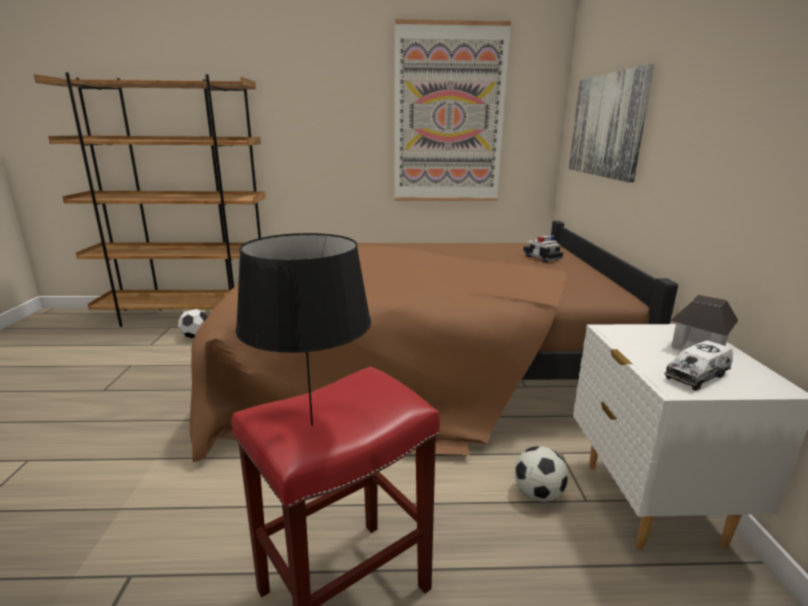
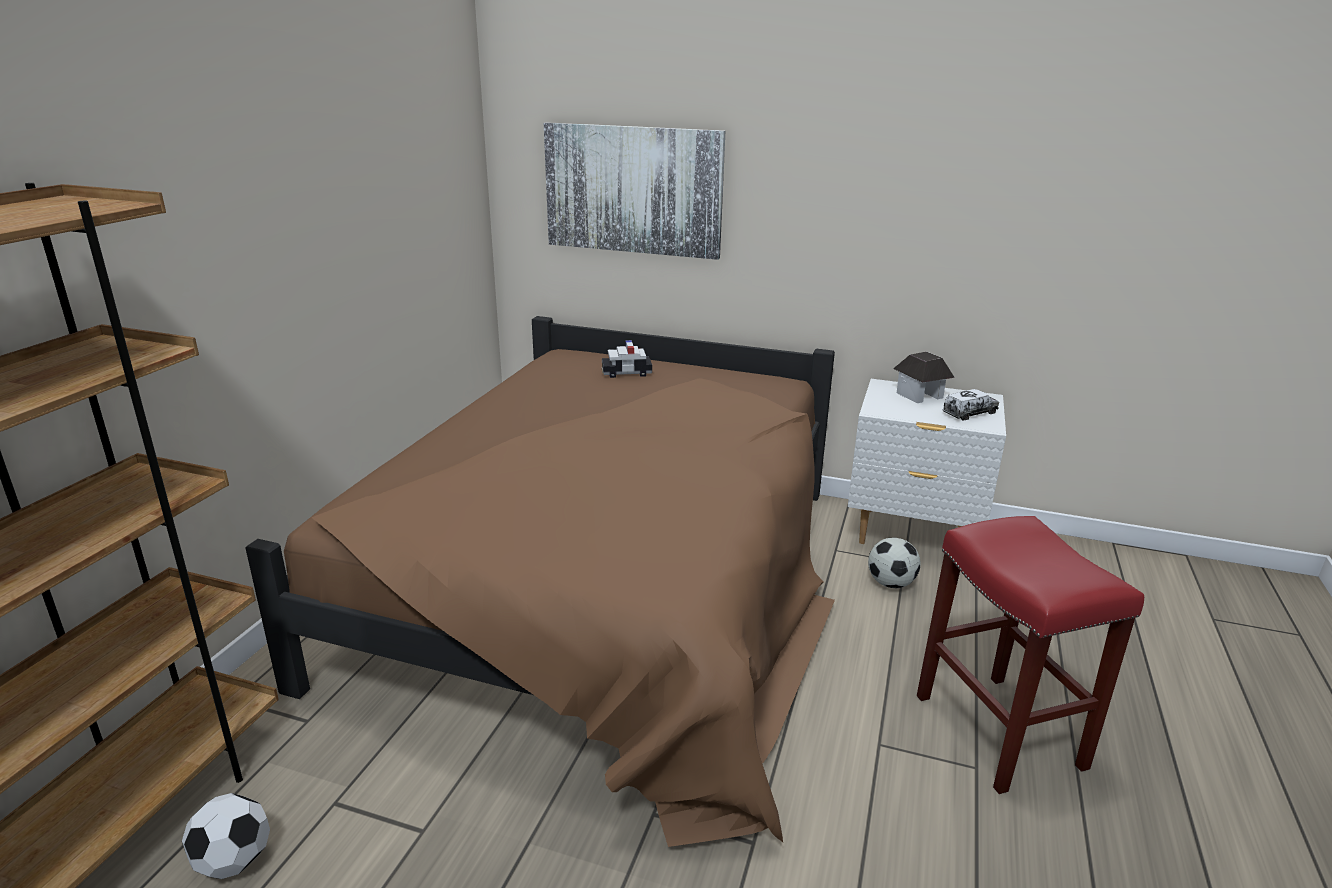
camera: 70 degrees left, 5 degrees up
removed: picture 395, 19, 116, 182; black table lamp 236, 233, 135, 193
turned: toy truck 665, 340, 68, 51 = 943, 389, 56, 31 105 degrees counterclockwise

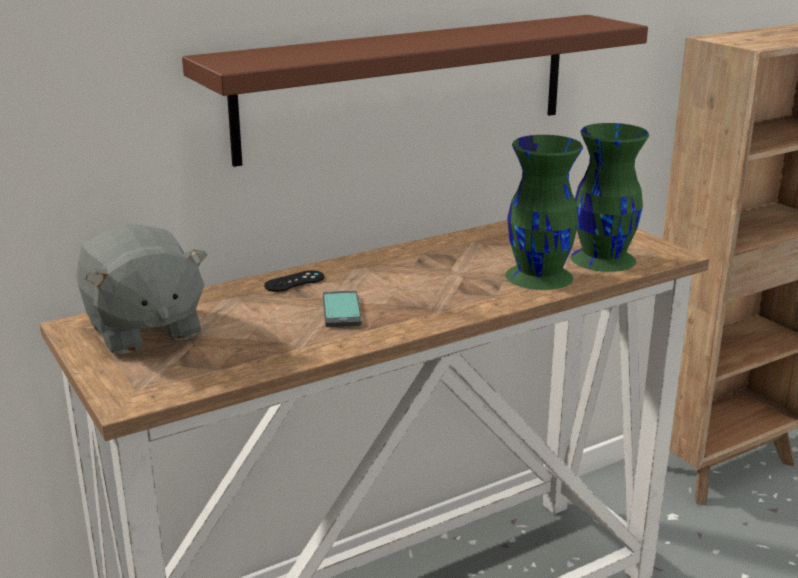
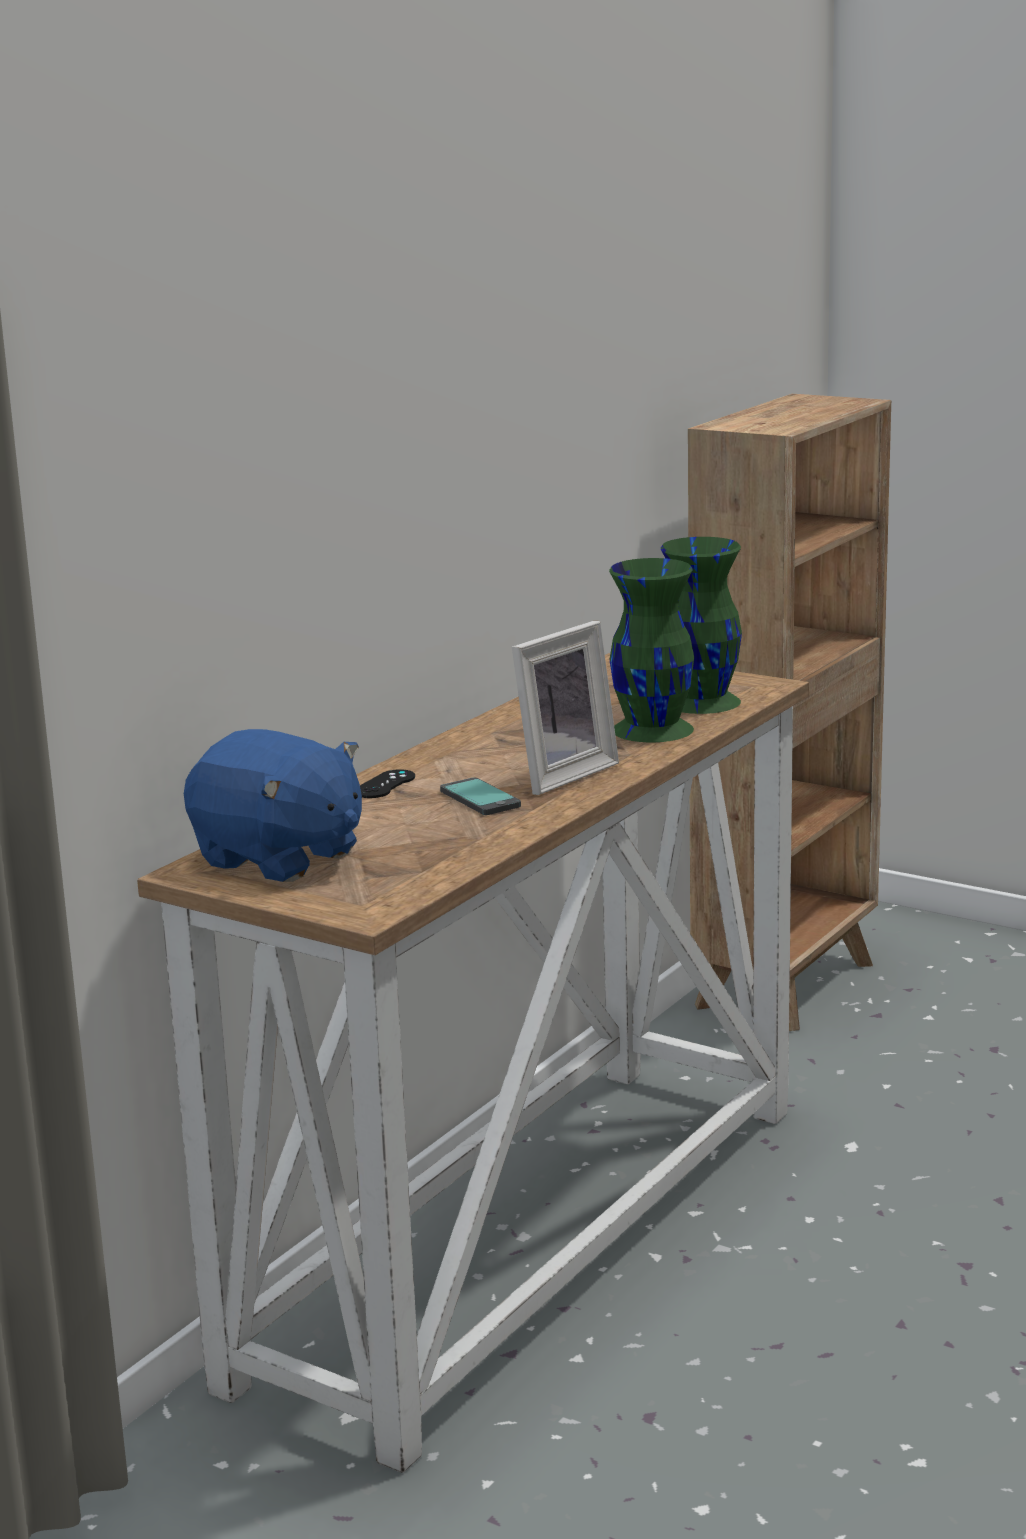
camera: 25 degrees left, 5 degrees down
removed: brown shelf 182, 15, 466, 152
added: picture frame 512, 621, 107, 174
recoloured: grey plush toy 76, 225, 131, 129 to blue plush toy 184, 729, 178, 153

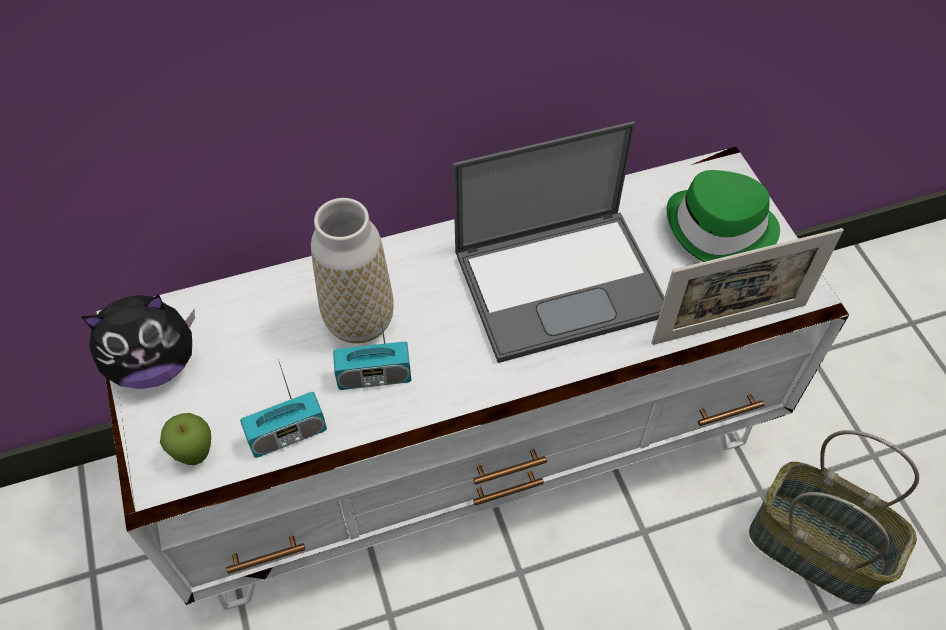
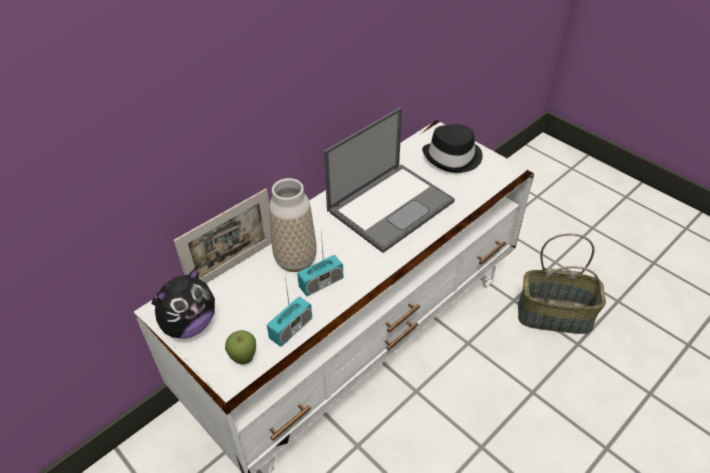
camera: 25 degrees left, 10 degrees down
moved: picture frame 651, 228, 193, 117 to 174, 189, 98, 94
recoloured: green hat 667, 170, 113, 92 to black hat 422, 124, 61, 49

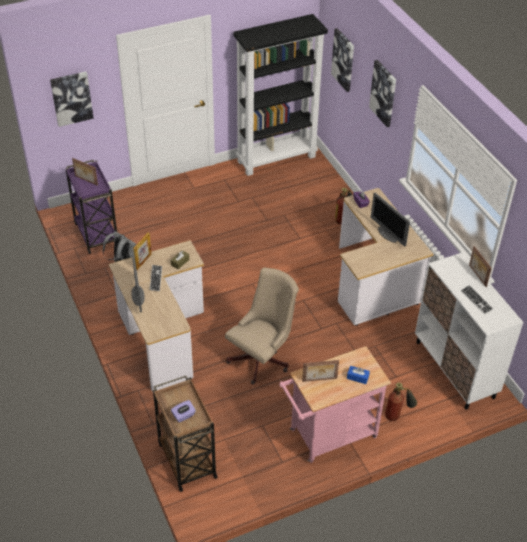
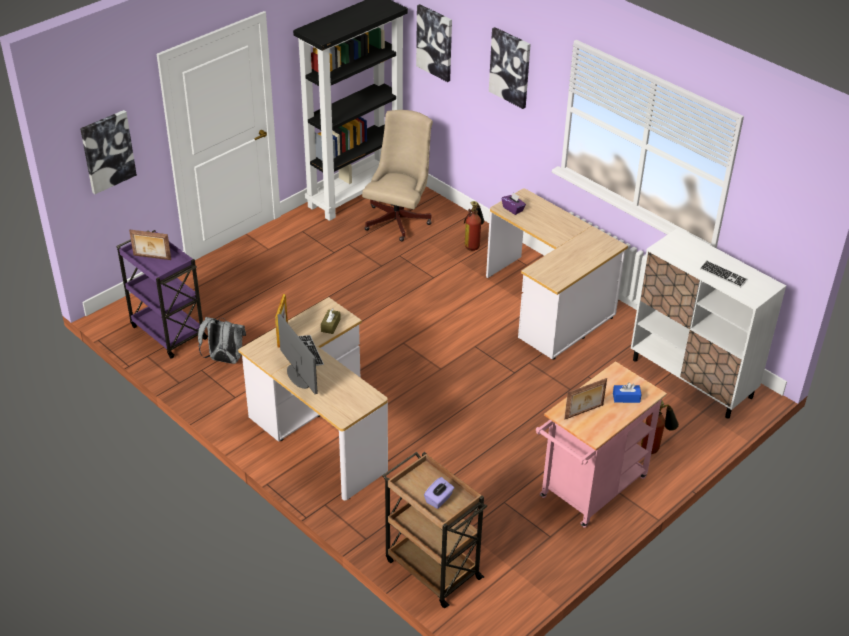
camera: 20 degrees left, 5 degrees down
removed: monitor 371, 192, 39, 55; picture frame 469, 246, 23, 41
moved: beige office chair 225, 267, 74, 118 to 362, 110, 71, 131

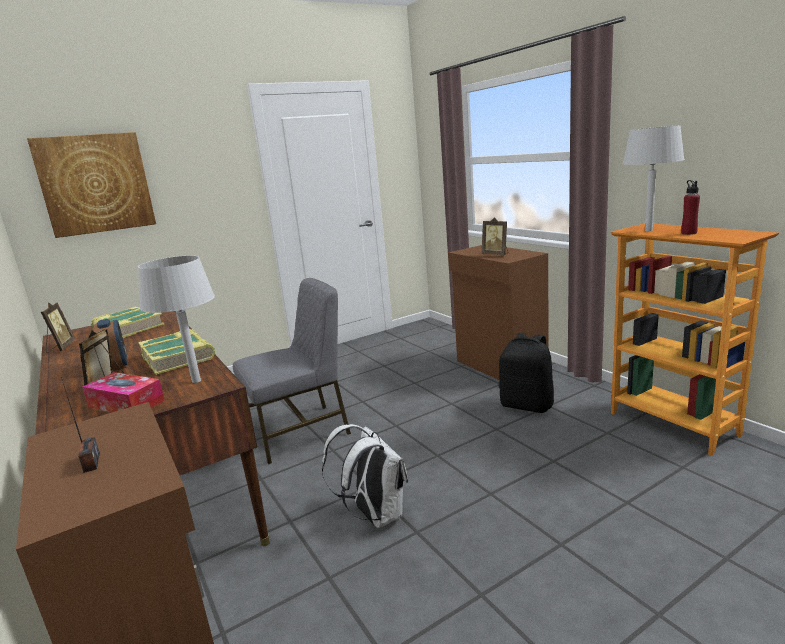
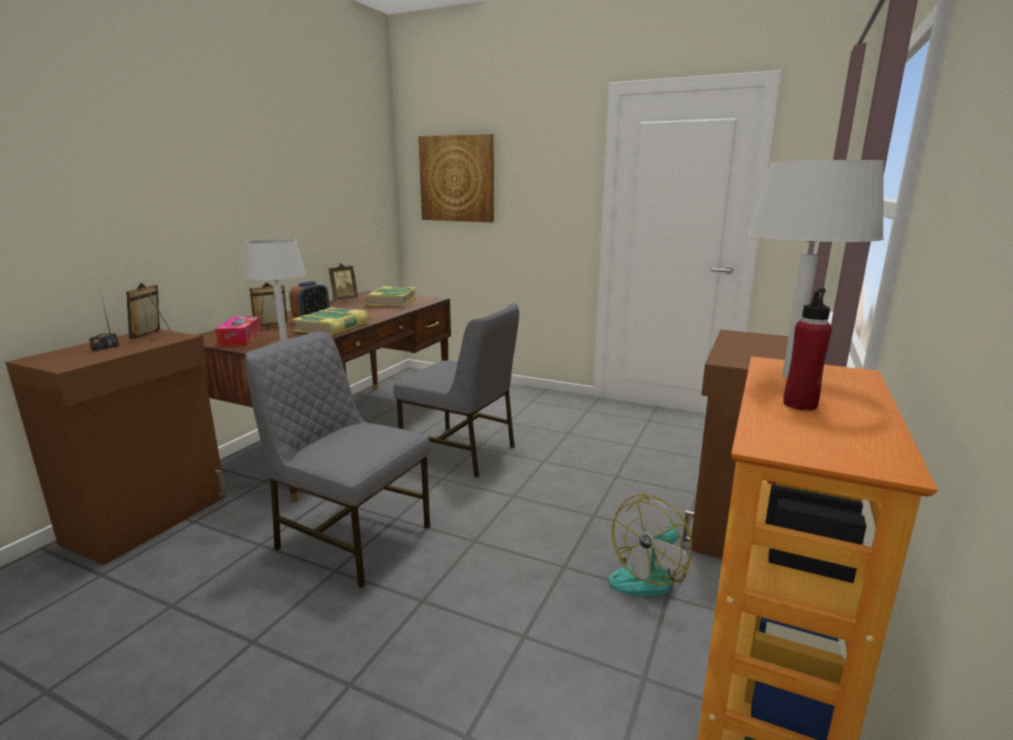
camera: 55 degrees right, 0 degrees up
moved: picture frame 482, 217, 26, 38 to 126, 283, 45, 58
replaced: black backpack 499, 333, 55, 80 to fan 608, 494, 84, 102; white backpack 322, 424, 86, 104 to grey chair 245, 332, 185, 256

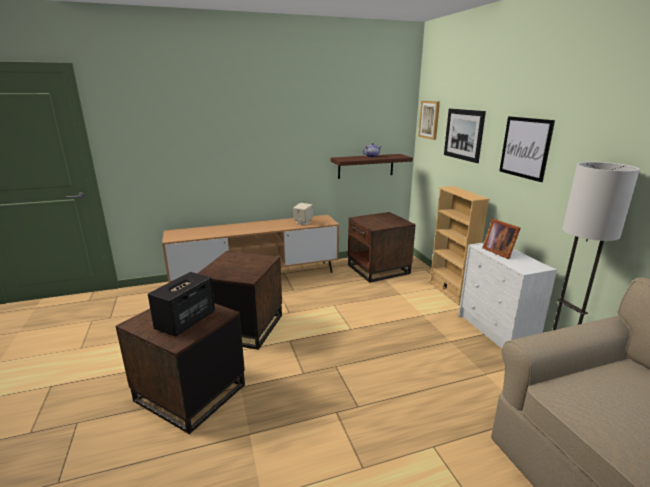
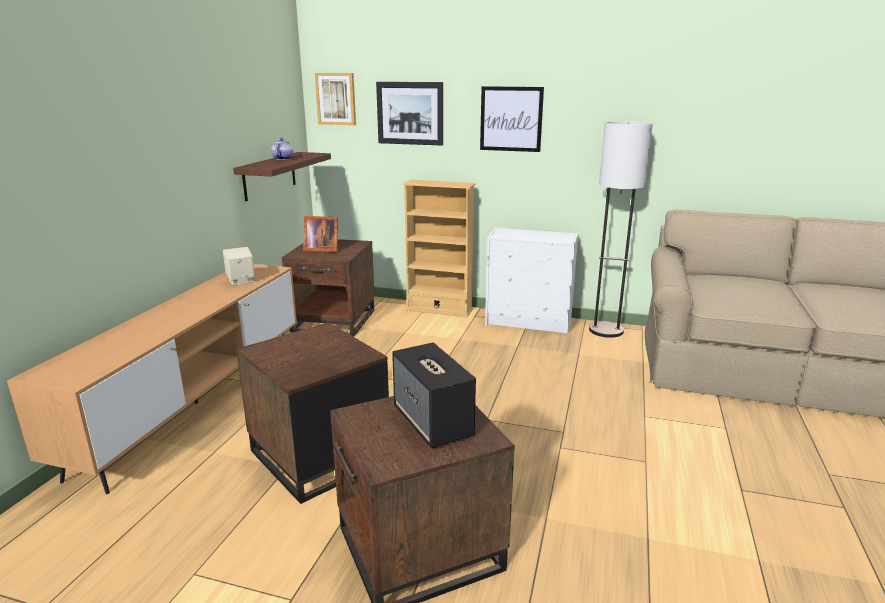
camera: 55 degrees left, 0 degrees up
moved: picture frame 482, 219, 39, 40 to 303, 216, 35, 36

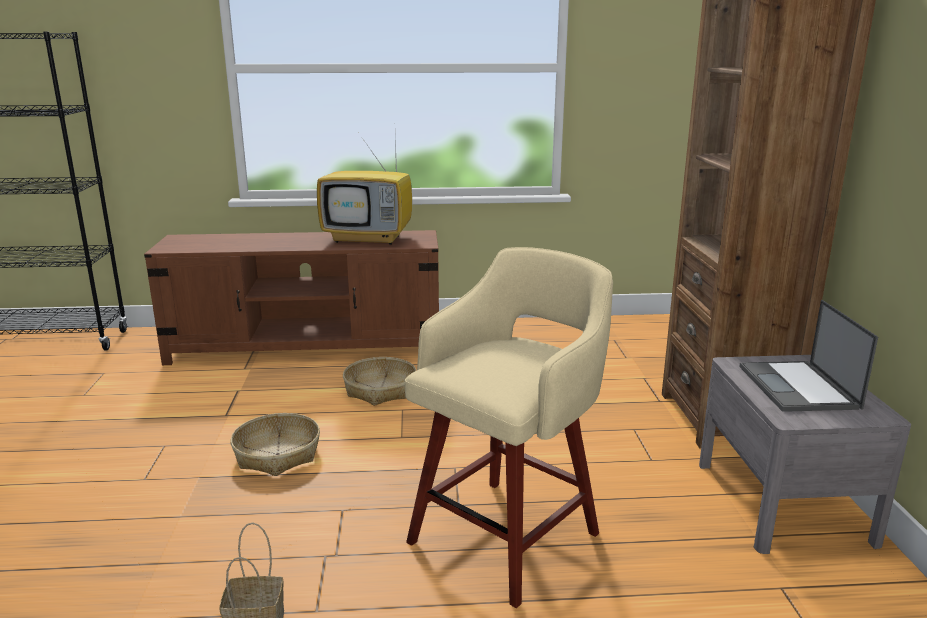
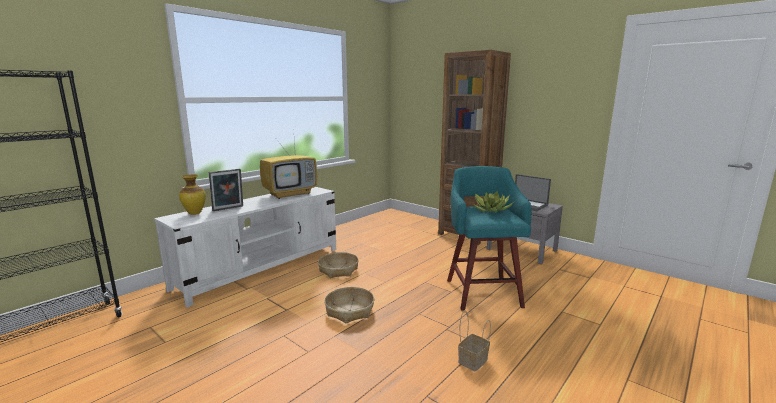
camera: 45 degrees left, 5 degrees down
added: picture frame 209, 169, 34, 42; vase 179, 175, 27, 40; potted plant 473, 191, 41, 22
recoloured: brown tv stand 144, 230, 295, 135 to white tv stand 154, 187, 182, 120; beige stool 405, 247, 208, 361 to turquoise stool 447, 166, 84, 144

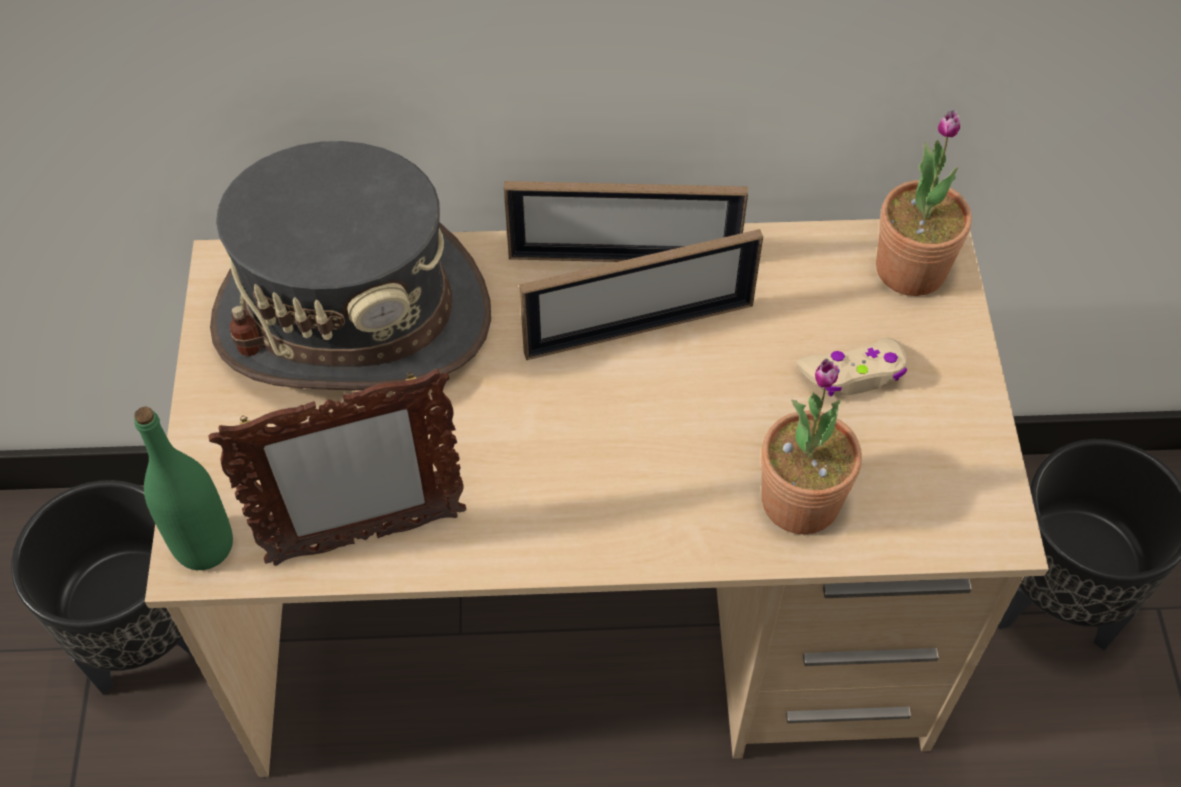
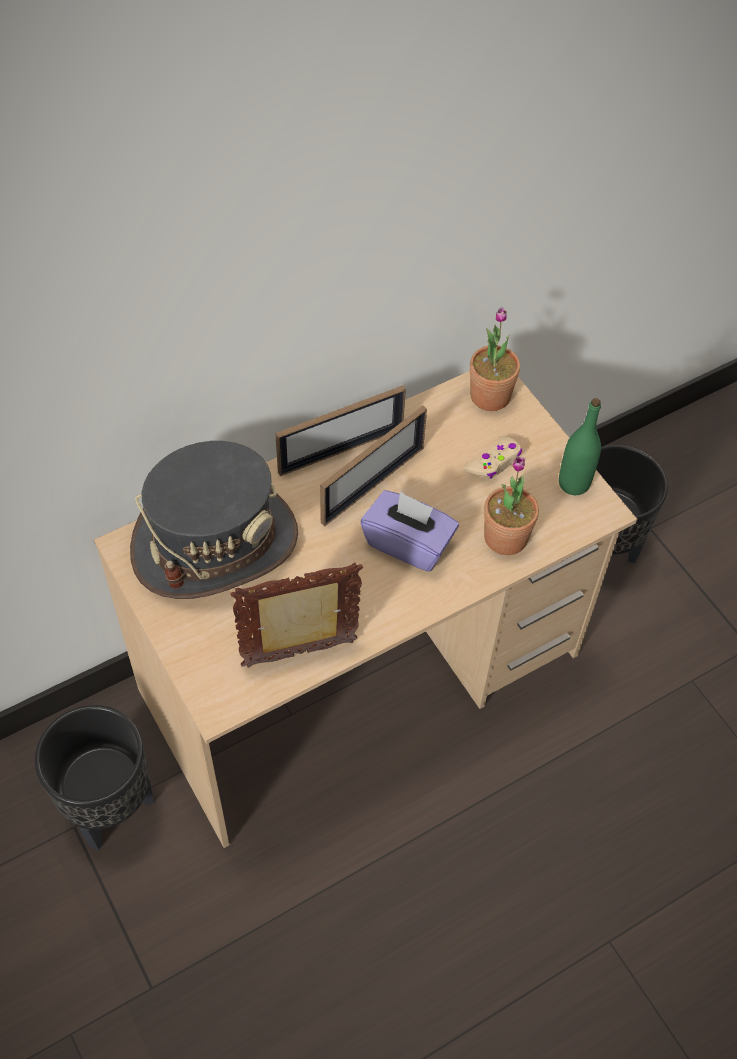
camera: 30 degrees left, 0 degrees up
added: purple tissue box 361, 490, 98, 82
moved: green bottle 134, 407, 99, 163 to 559, 398, 42, 97
turned: picture frame 208, 369, 259, 197 = 230, 563, 133, 105 150 degrees counterclockwise

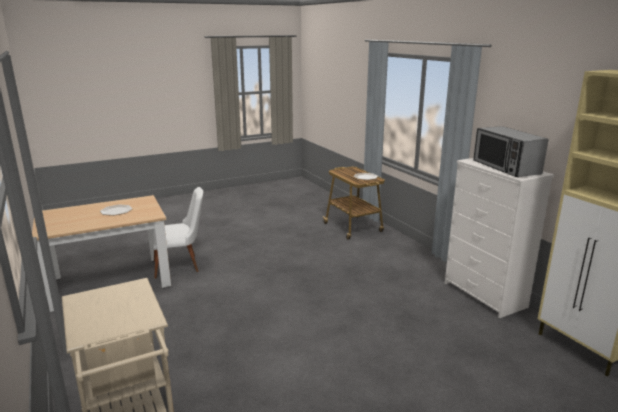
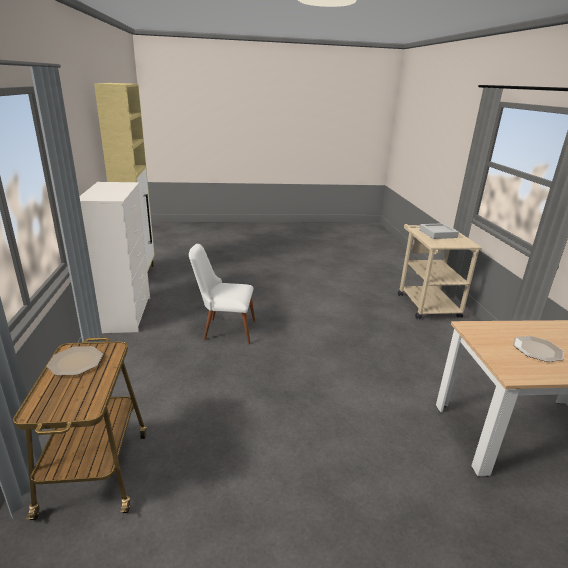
camera: 160 degrees left, 5 degrees up
removed: microwave 473, 126, 75, 51
added: grey tray 420, 223, 39, 16
moved: white chair 153, 187, 50, 91 to 189, 244, 66, 100

